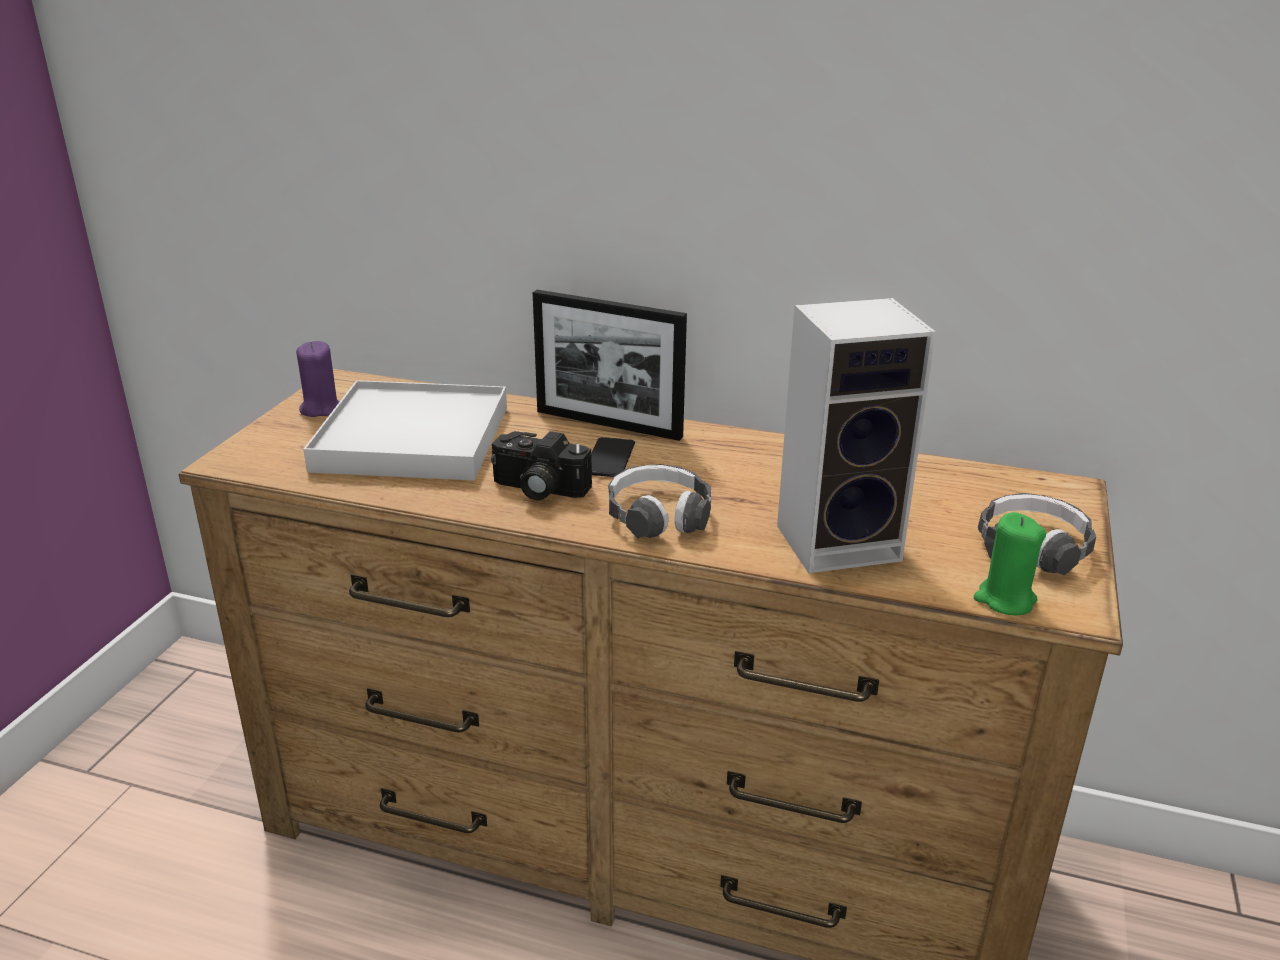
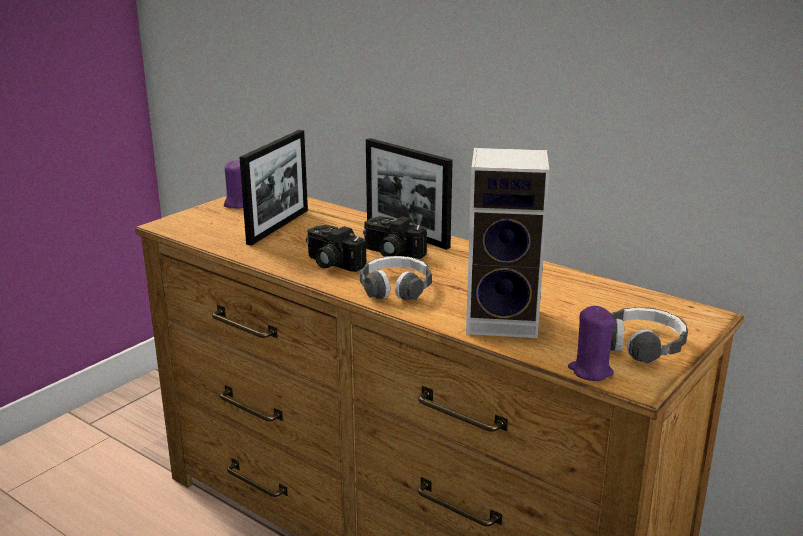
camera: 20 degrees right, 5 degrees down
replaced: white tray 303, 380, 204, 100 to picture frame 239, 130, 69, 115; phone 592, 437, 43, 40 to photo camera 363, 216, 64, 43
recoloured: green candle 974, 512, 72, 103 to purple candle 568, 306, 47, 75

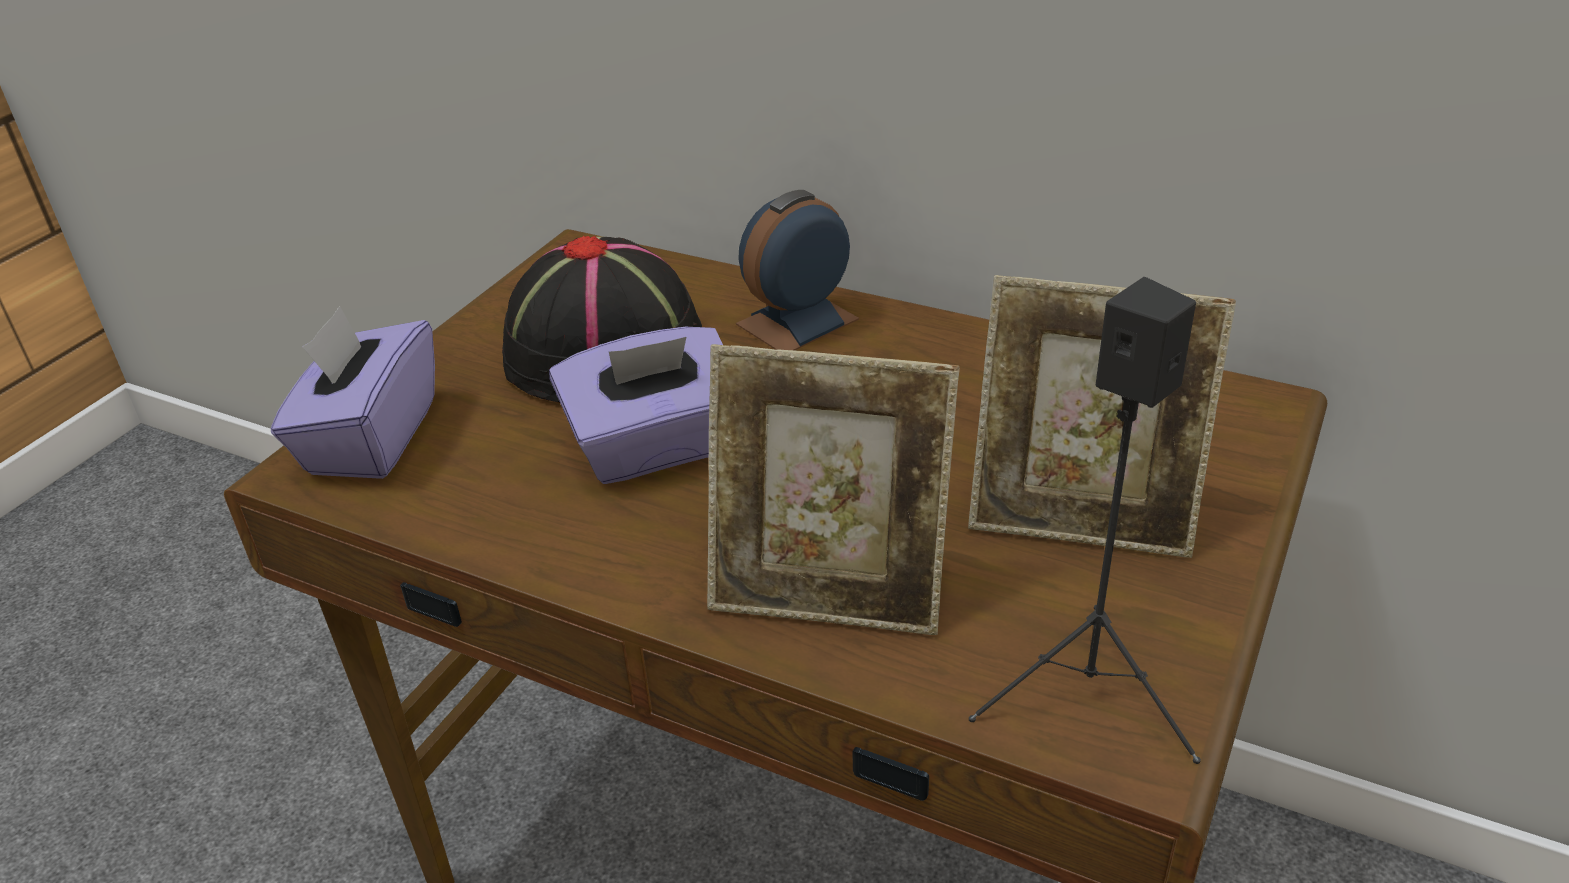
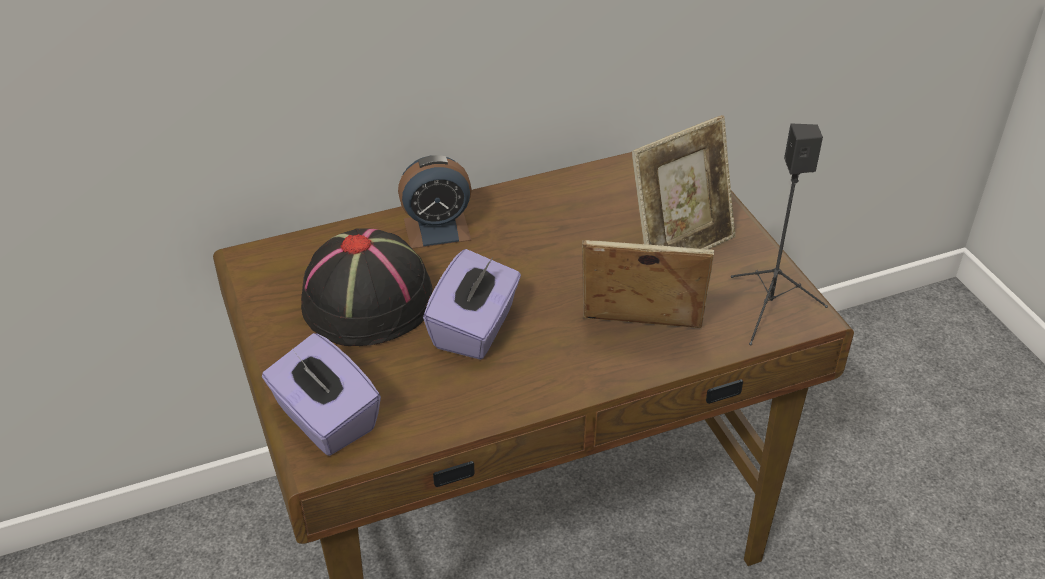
camera: 50 degrees left, 5 degrees up
turned: alarm clock 736, 190, 123, 160 = 398, 155, 74, 94 105 degrees counterclockwise; picture frame 707, 344, 253, 291 = 582, 240, 132, 88 135 degrees counterclockwise

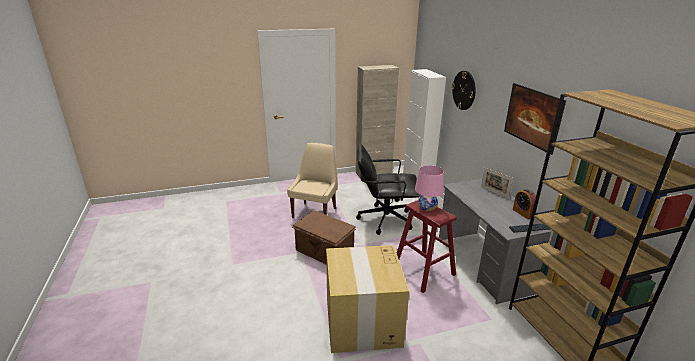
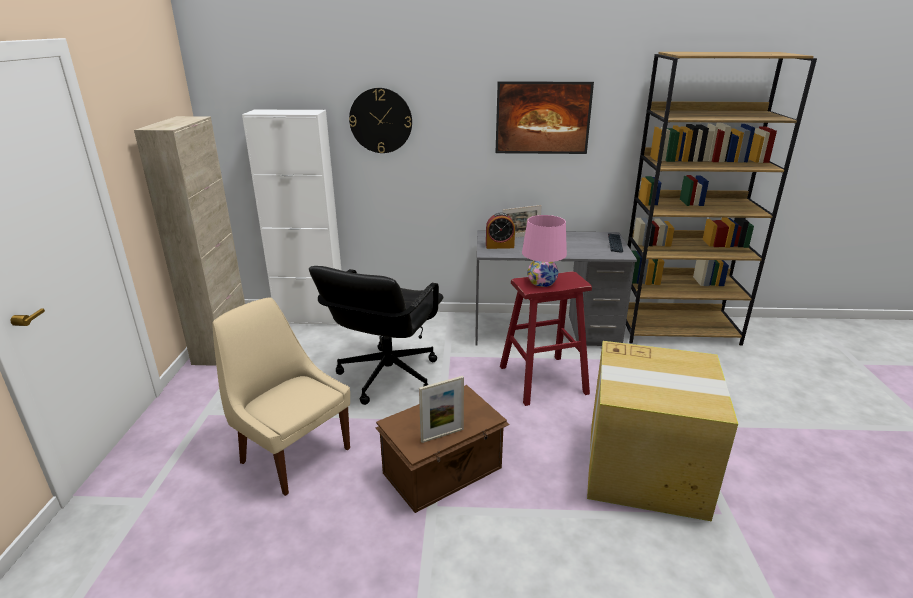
camera: 70 degrees left, 0 degrees up
added: picture frame 419, 376, 45, 67
moved: alarm clock 513, 189, 23, 30 to 486, 213, 29, 36

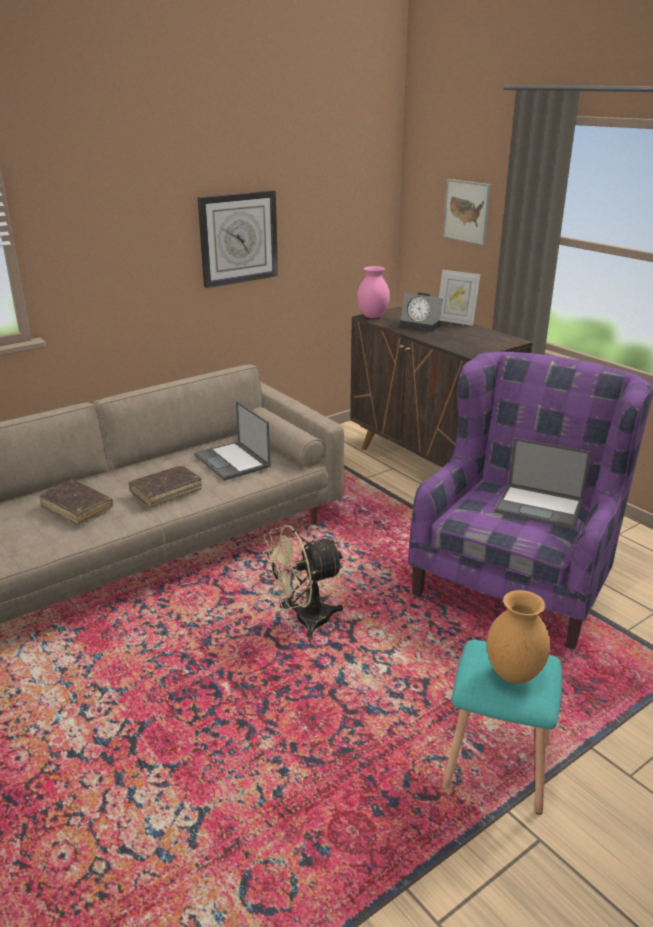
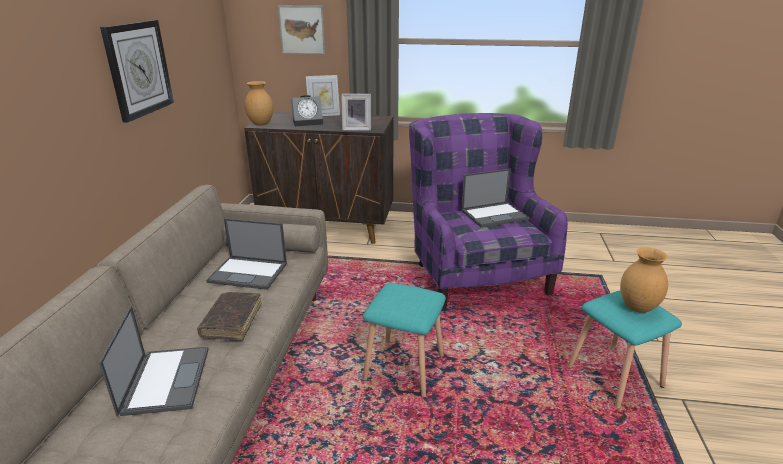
camera: 45 degrees left, 0 degrees up
added: picture frame 341, 94, 30, 37
replaced: brown book 40, 480, 73, 45 to laptop 99, 306, 110, 110; beige fan 263, 525, 81, 113 to turquoise stool 363, 283, 83, 114
recoloured: pink vase 357, 266, 33, 52 to brown vase 245, 81, 28, 45

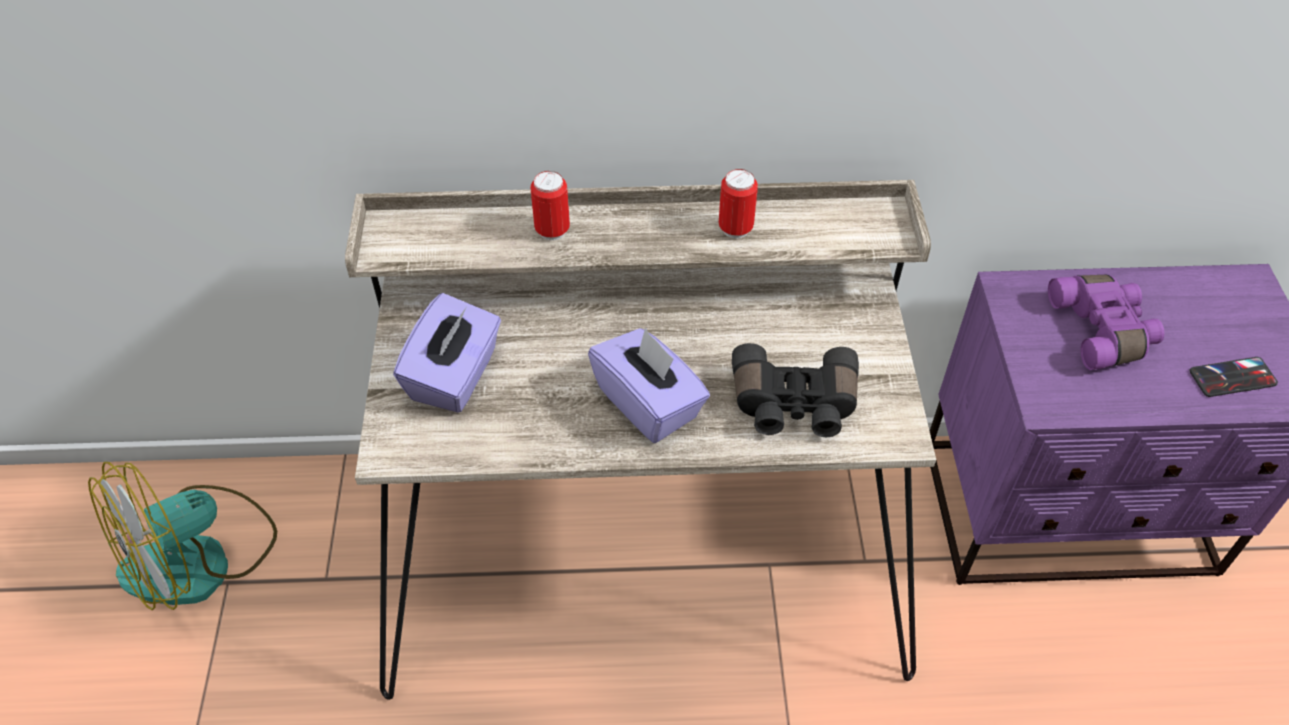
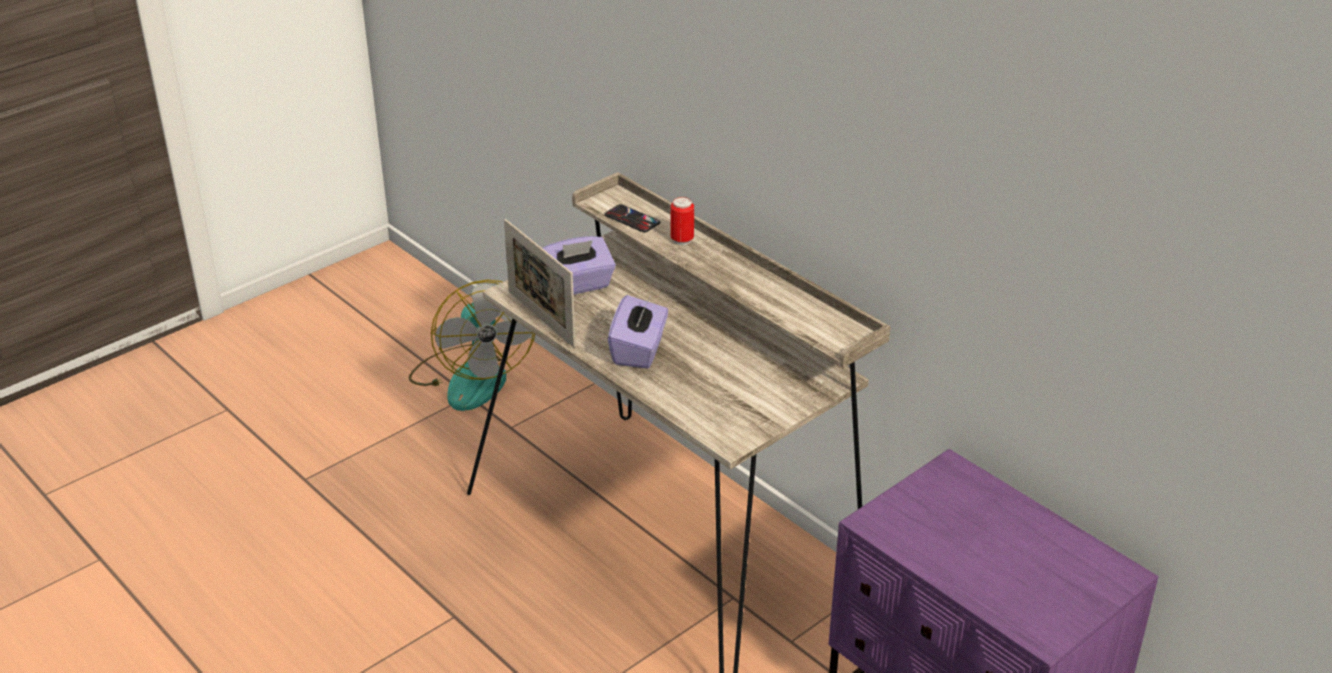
camera: 50 degrees right, 15 degrees down
removed: can 719, 169, 39, 69; purple binoculars 1048, 275, 117, 95; black binoculars 732, 343, 127, 94
added: picture frame 504, 219, 72, 129
moved: phone 1190, 357, 88, 40 to 604, 204, 56, 29
turned: fan 88, 462, 189, 148 = 409, 280, 126, 131 120 degrees counterclockwise

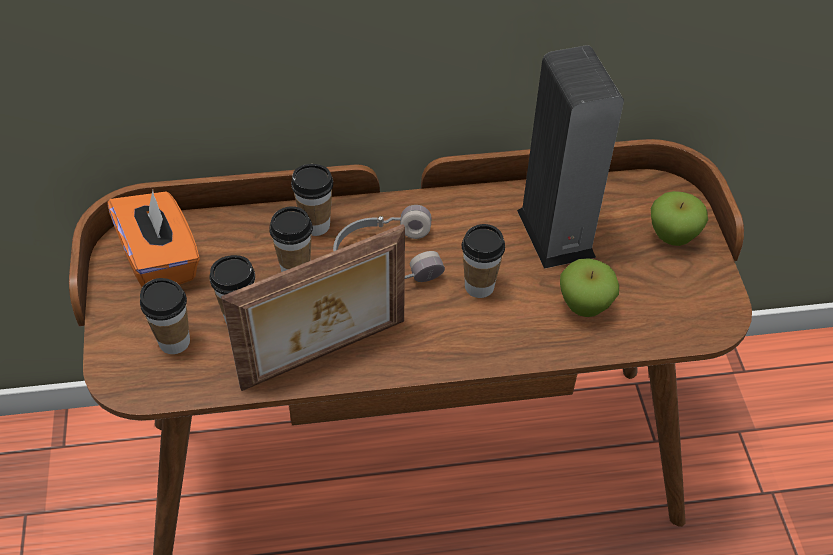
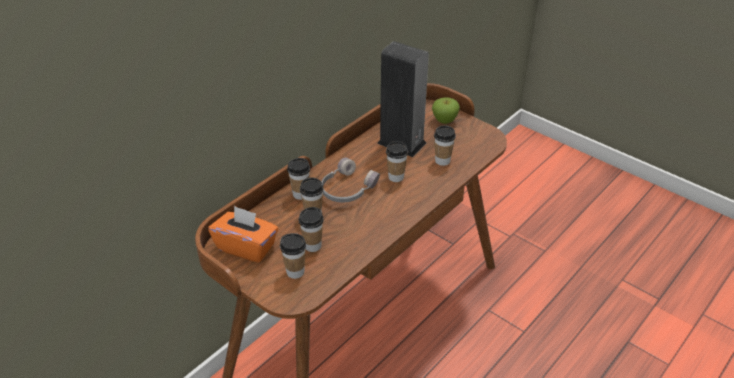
camera: 40 degrees left, 10 degrees down
removed: picture frame 221, 224, 184, 167
replaced: apple 560, 258, 59, 59 to cup 434, 126, 22, 40

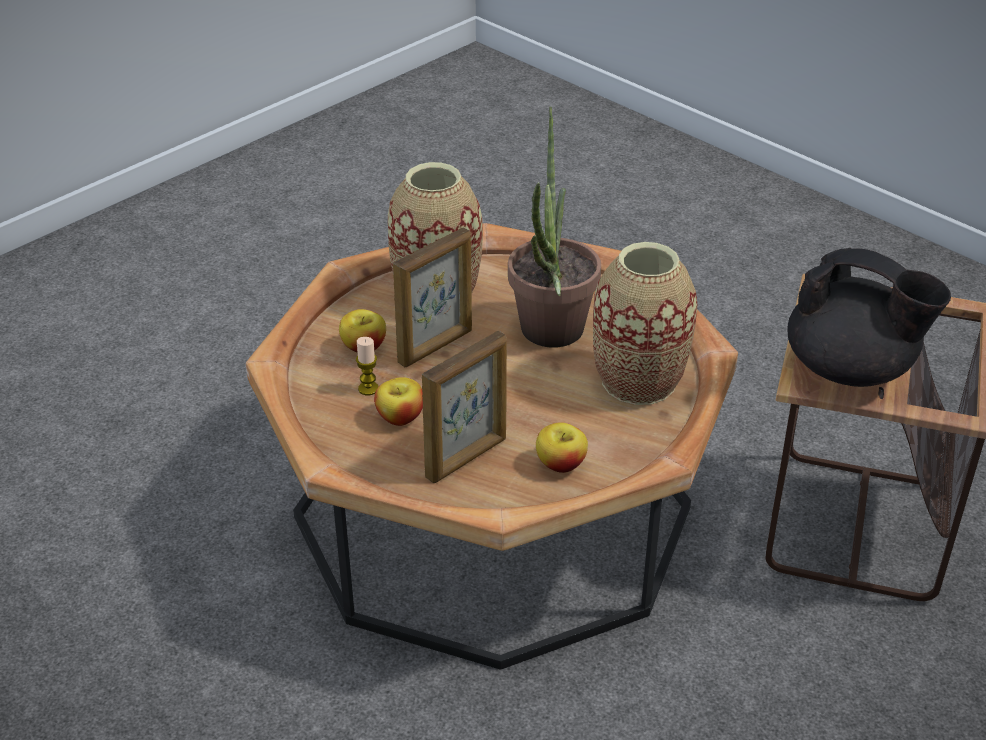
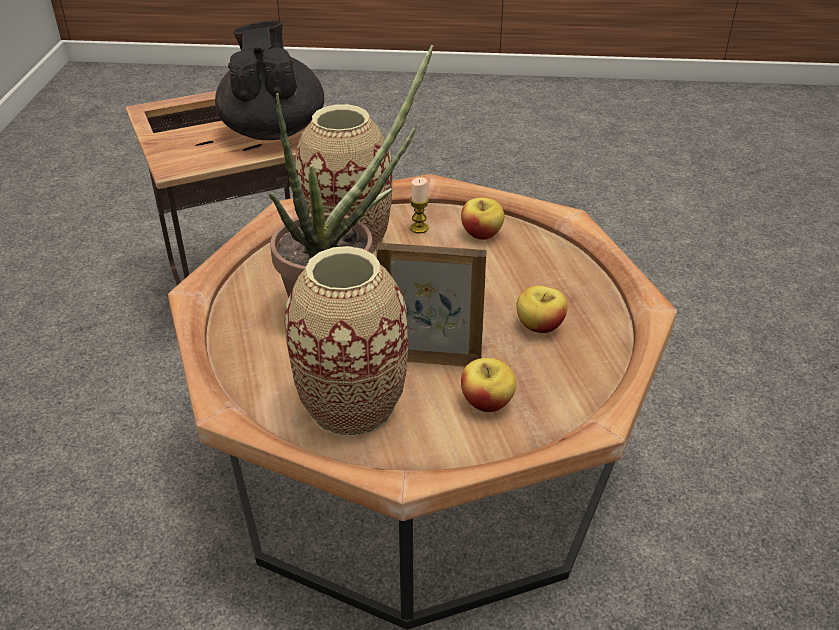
camera: 130 degrees left, 0 degrees up
removed: picture frame 422, 331, 85, 152
moved: candle 356, 337, 23, 58 to 410, 177, 19, 57

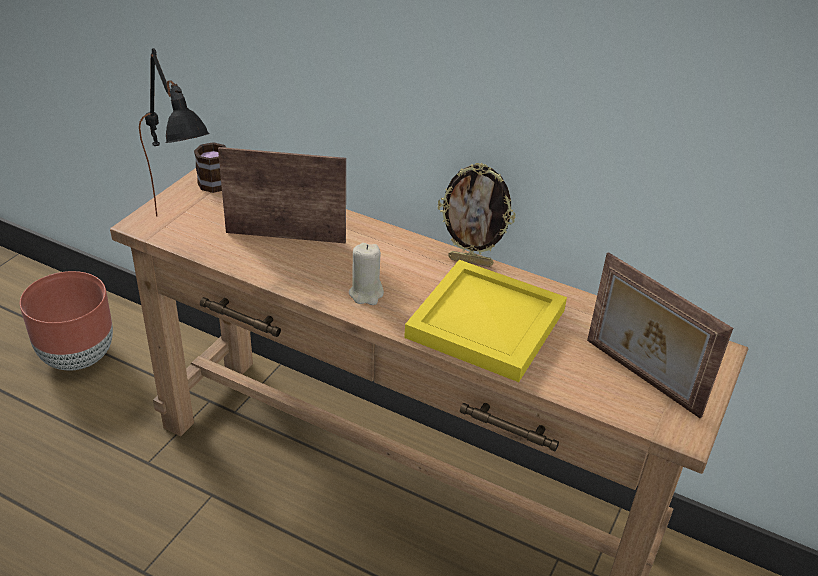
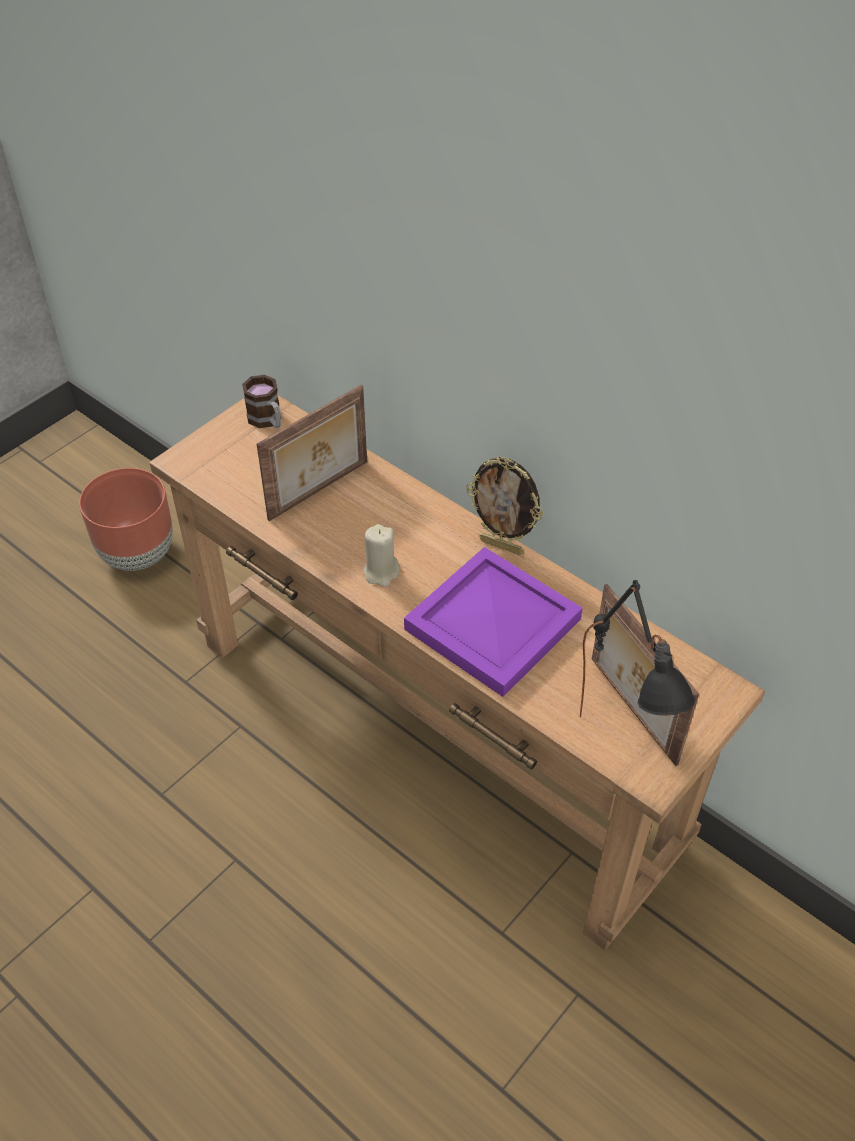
camera: 15 degrees right, 10 degrees up
moved: black table lamp 139, 48, 71, 169 to 580, 580, 115, 138
recoloured: yellow tray 404, 260, 163, 122 to purple tray 404, 547, 179, 150
turned: picture frame 218, 147, 128, 97 = 257, 384, 110, 137 120 degrees clockwise

